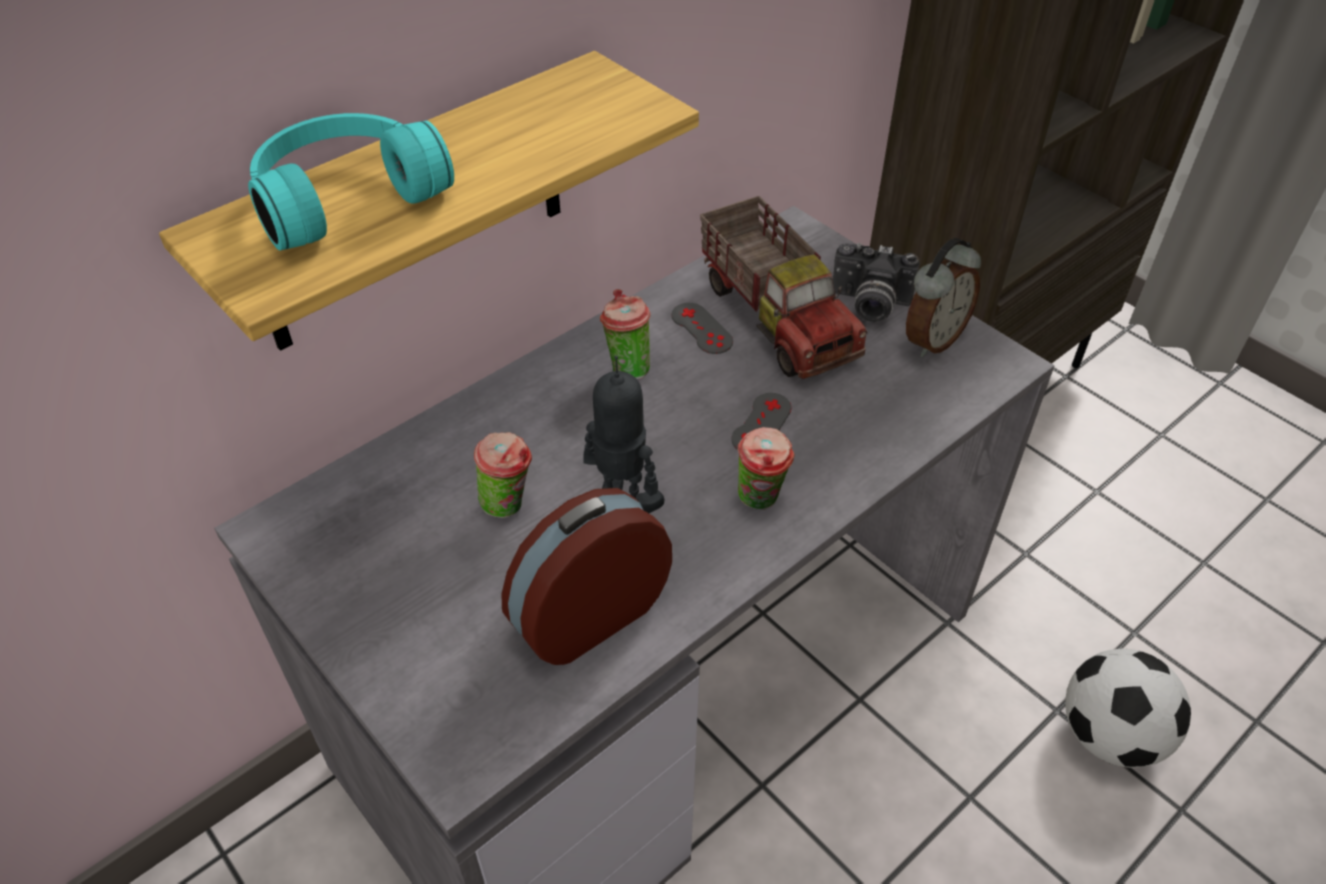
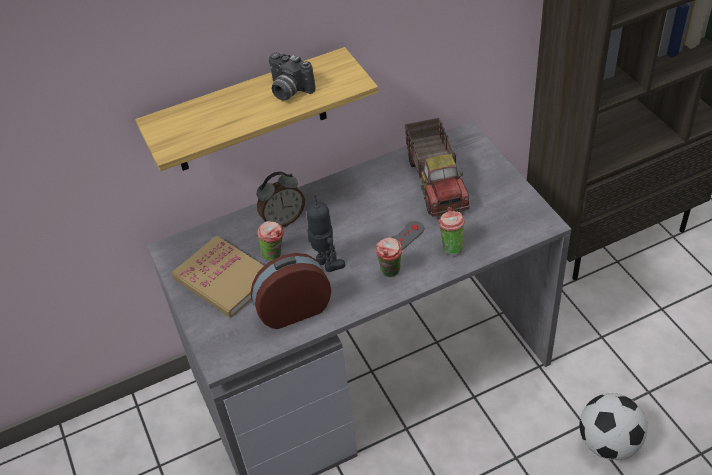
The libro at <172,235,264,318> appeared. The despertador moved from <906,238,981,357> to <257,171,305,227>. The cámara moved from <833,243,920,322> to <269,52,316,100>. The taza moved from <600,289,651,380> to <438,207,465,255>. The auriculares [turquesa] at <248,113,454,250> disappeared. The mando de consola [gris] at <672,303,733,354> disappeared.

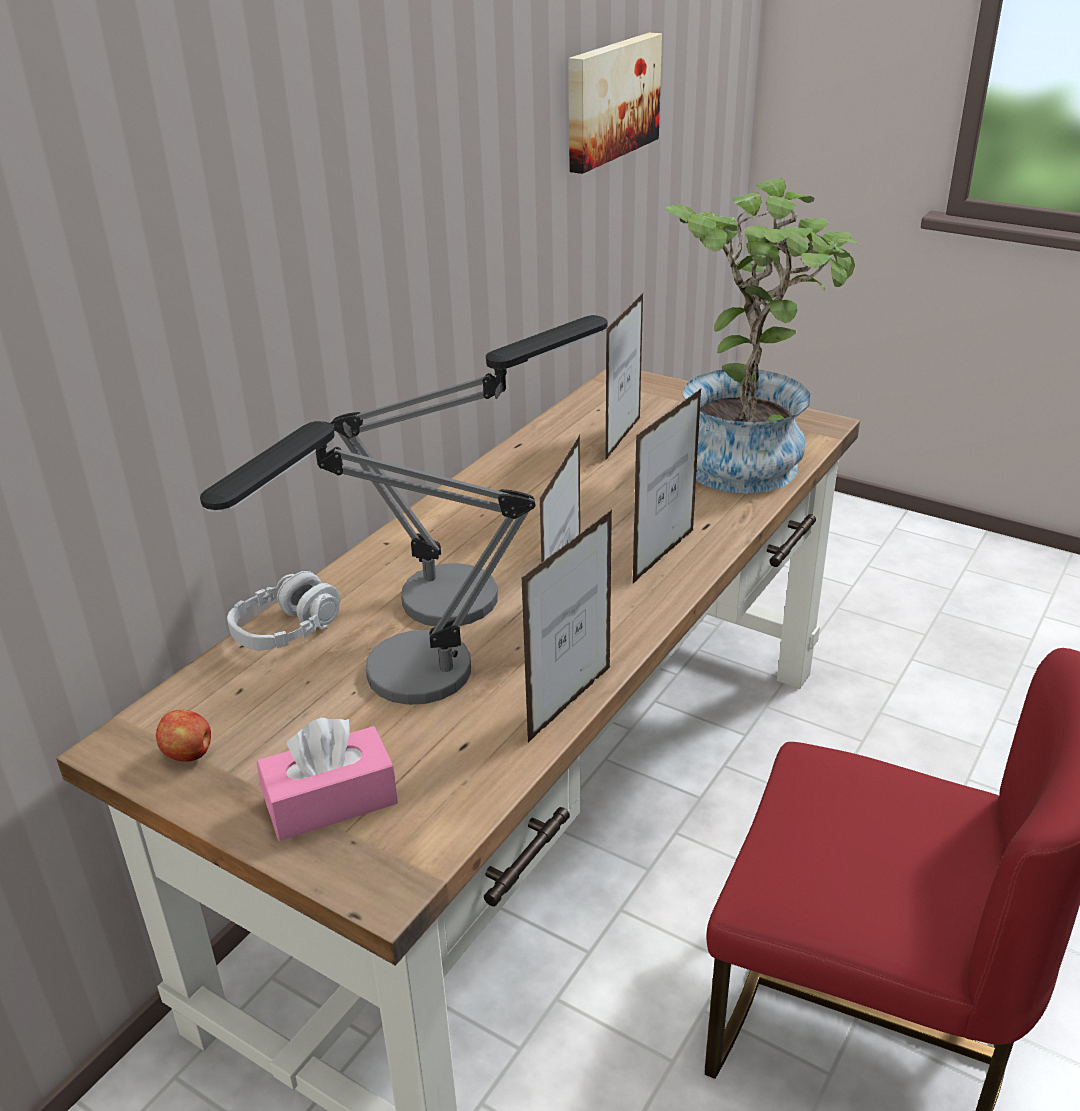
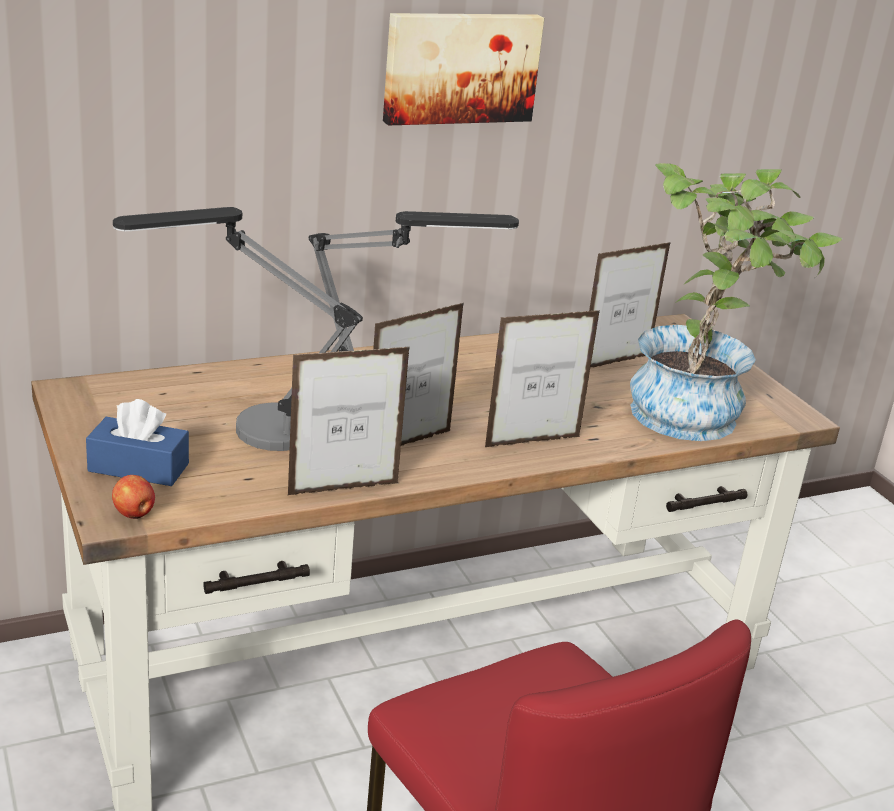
The caja de pañuelos [rosa] at <257,718,398,841> became the caja de pañuelos [azul] at <86,399,189,486>. The manzana moved from <156,709,211,762> to <112,475,155,519>. The cuadro moved from <568,33,662,174> to <383,13,544,125>. The auriculares [gris] at <227,571,341,651> disappeared.

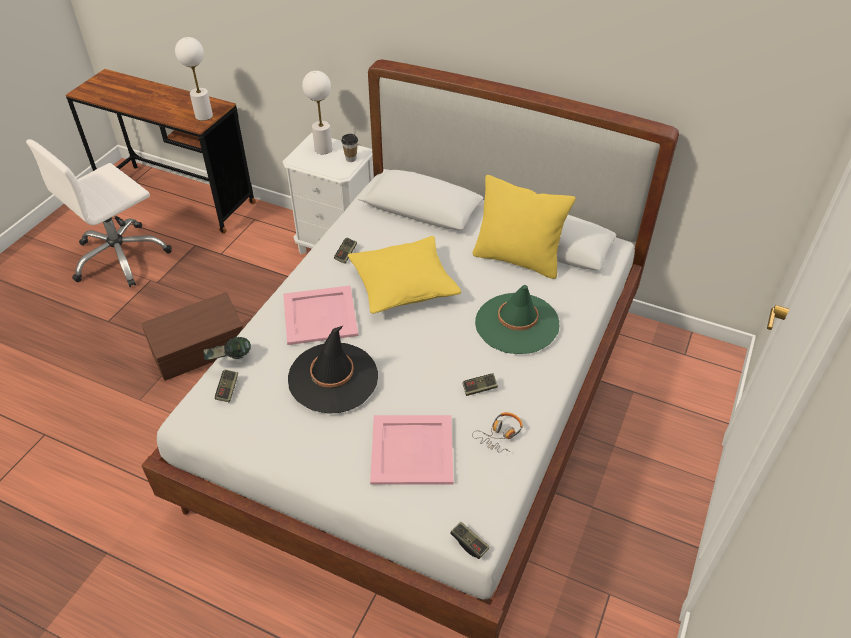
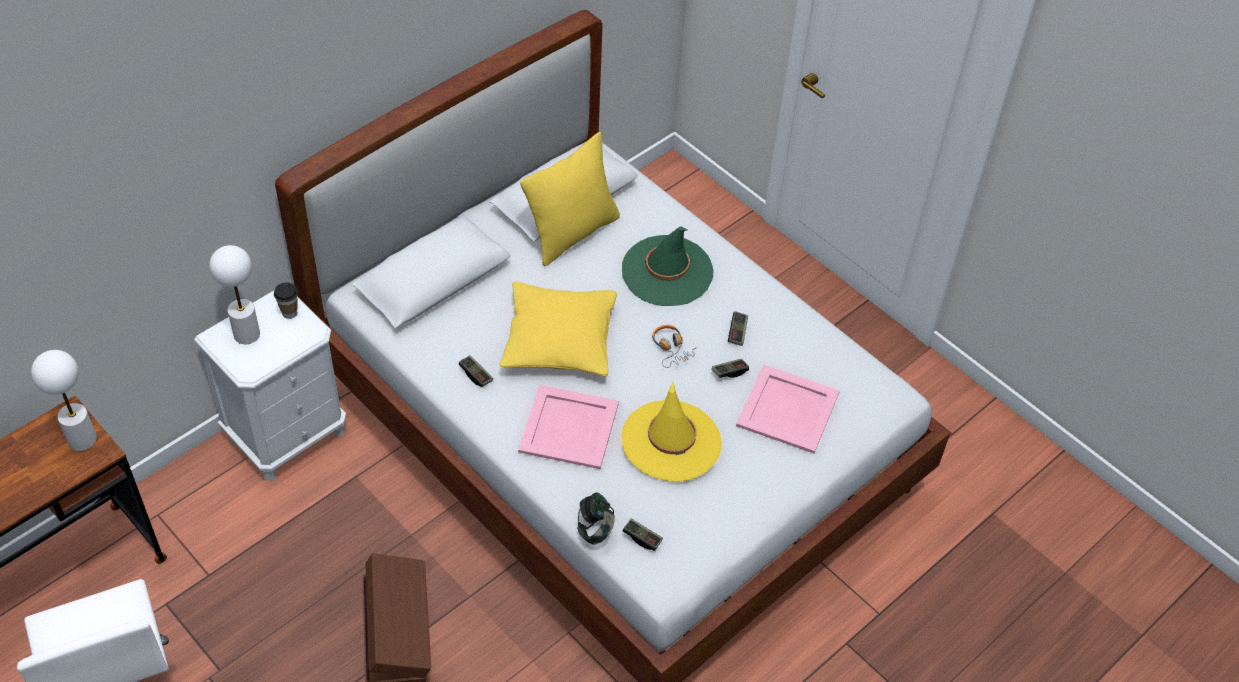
The sombrero [negro] at <288,325,378,414> became the sombrero [amarillo] at <621,380,722,482>. The auriculares moved from <472,412,523,453> to <652,325,698,368>. The mando de consola moved from <450,522,490,559> to <712,359,749,378>.

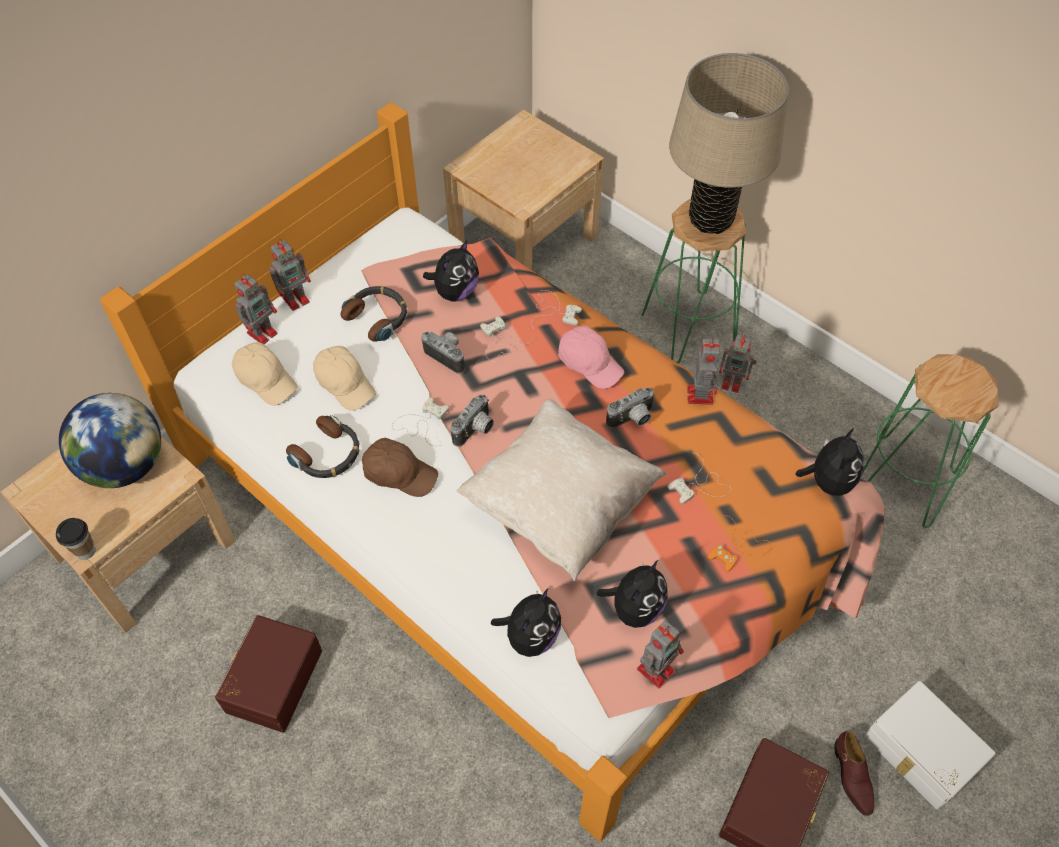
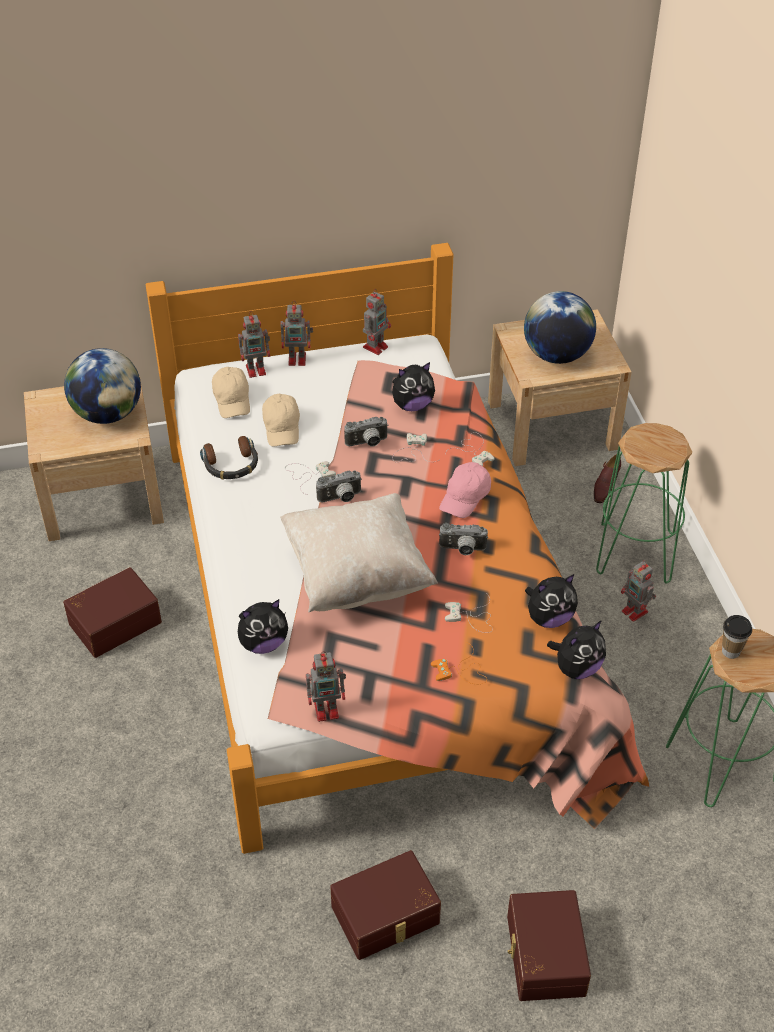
The cámara at <421,332,466,374> turned 90 degrees clockwise. The robot de juguete moved from <687,337,720,405> to <363,289,391,355>. The gorra [rosa] at <558,326,624,389> turned 45 degrees clockwise. The caja de almacenaje [blanco] at <864,681,995,809> became the caja de almacenaje [marrón] at <507,890,591,1001>. The globo terráqueo at <524,291,596,364> appeared. The peluche moved from <597,560,667,628> to <525,574,578,628>. The zapato [marrón] moved from <834,730,874,816> to <594,454,621,503>. The taza moved from <56,518,96,560> to <722,615,752,659>. The auriculares at <341,286,407,342> disappeared. The gorra [marrón] at <362,438,438,497> disappeared. The lámpara de mesa [beis] at <669,53,789,234> disappeared.

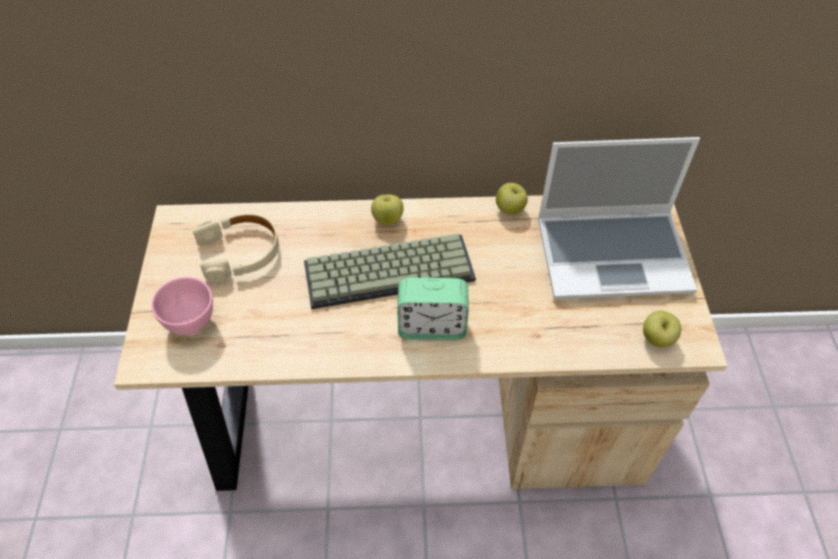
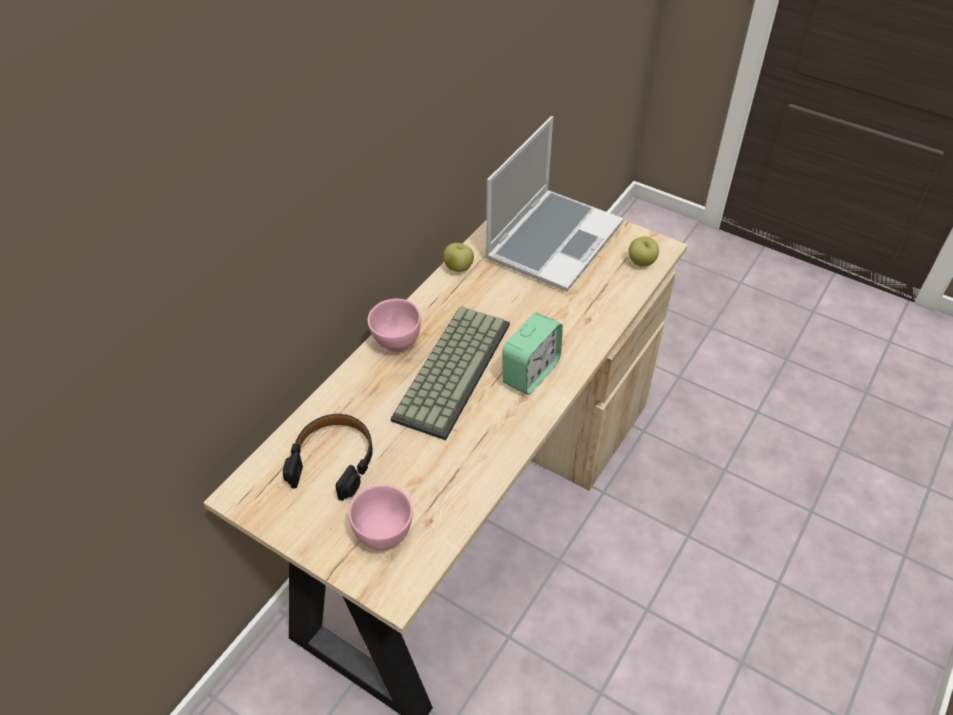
The auriculares [beis] at <193,214,279,283> became the auriculares [negro] at <283,414,373,501>. The manzana at <371,194,403,225> was replaced by the cuenco [rosa] at <368,299,421,353>.

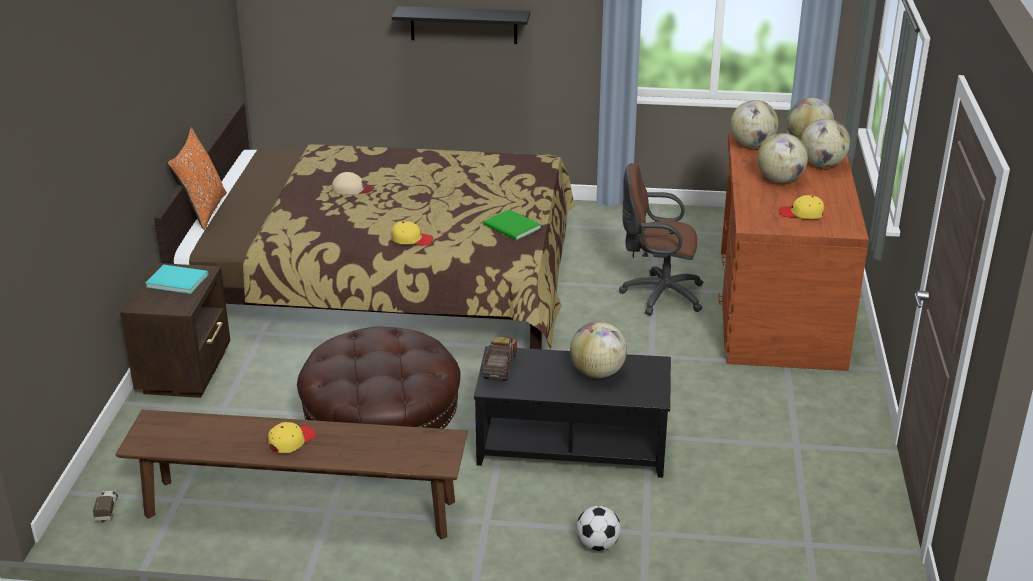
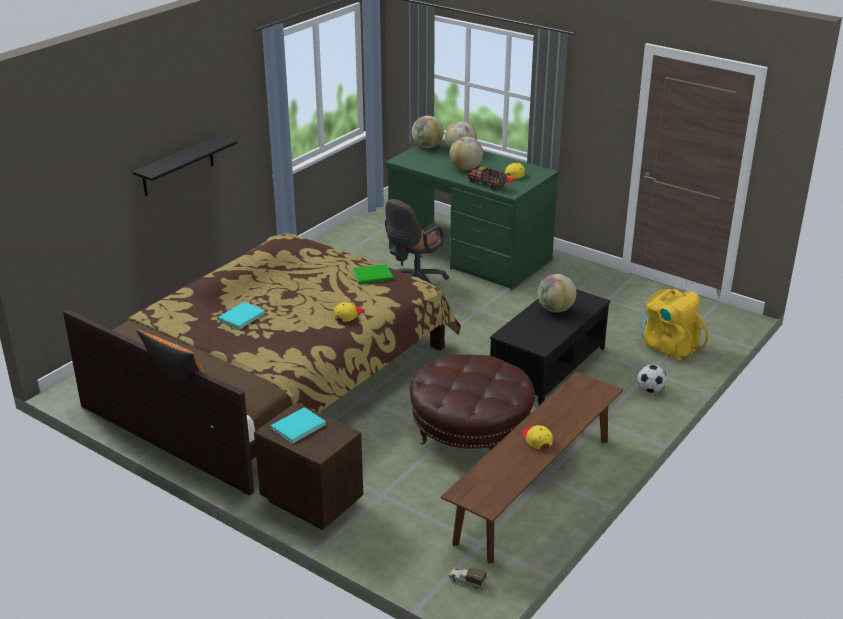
The gorra [beis] at <332,172,374,195> was replaced by the libro [turquesa] at <217,302,266,330>. The escritorio [marrón] at <718,133,869,371> became the escritorio [verde] at <385,140,558,290>. The camión de juguete moved from <482,337,517,381> to <468,166,508,190>. The mochila [amarillo] at <641,289,708,360> appeared. The globo terráqueo at <731,100,779,148> disappeared.

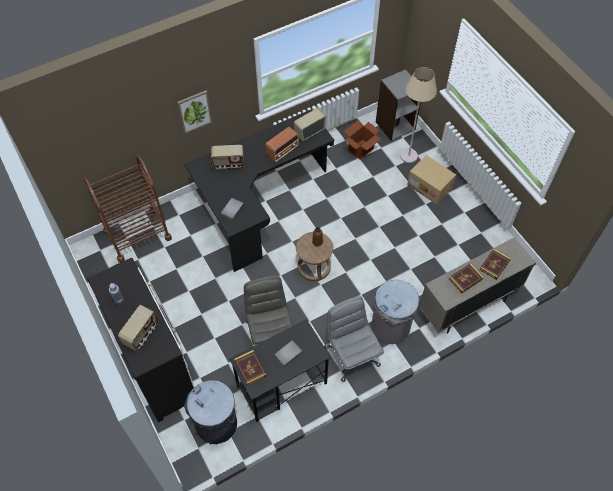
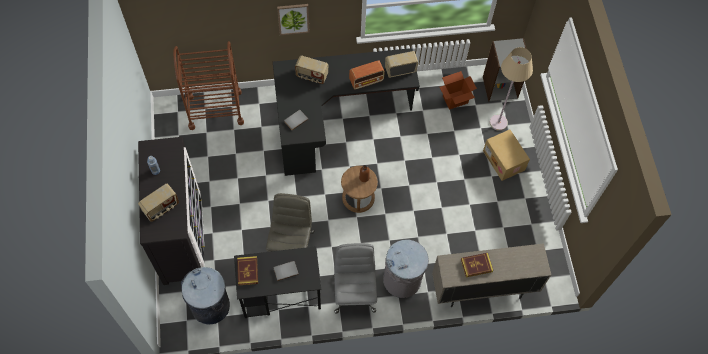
The libro at <479,249,511,280> disappeared.

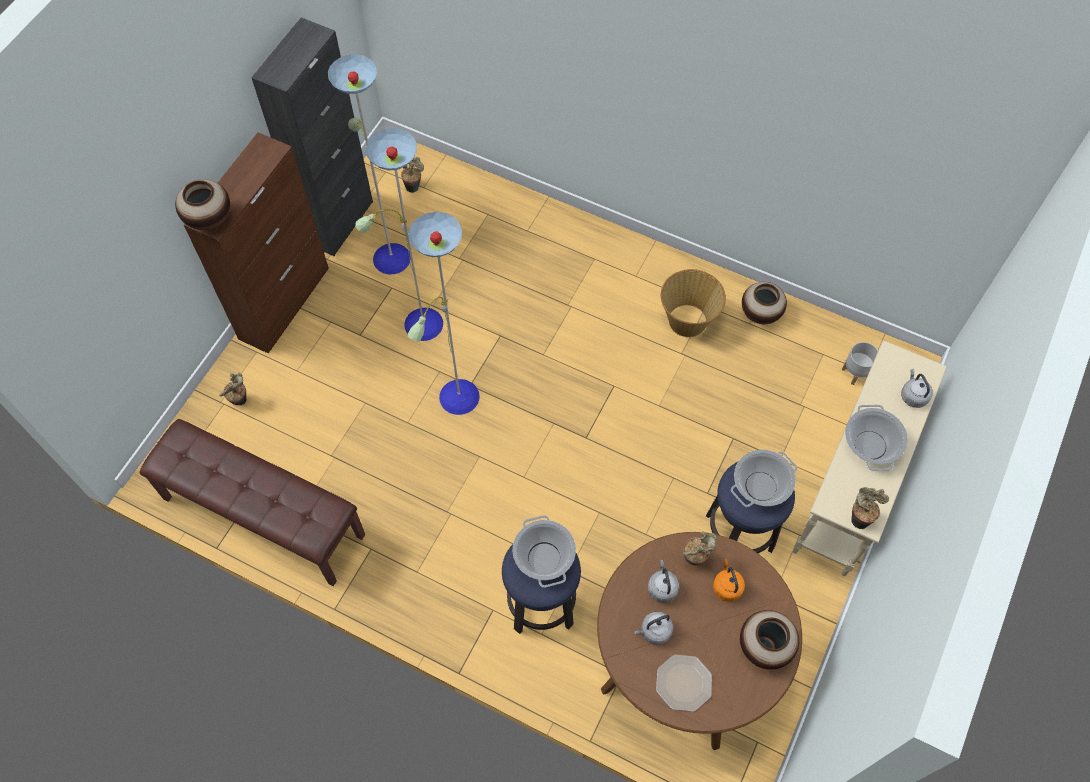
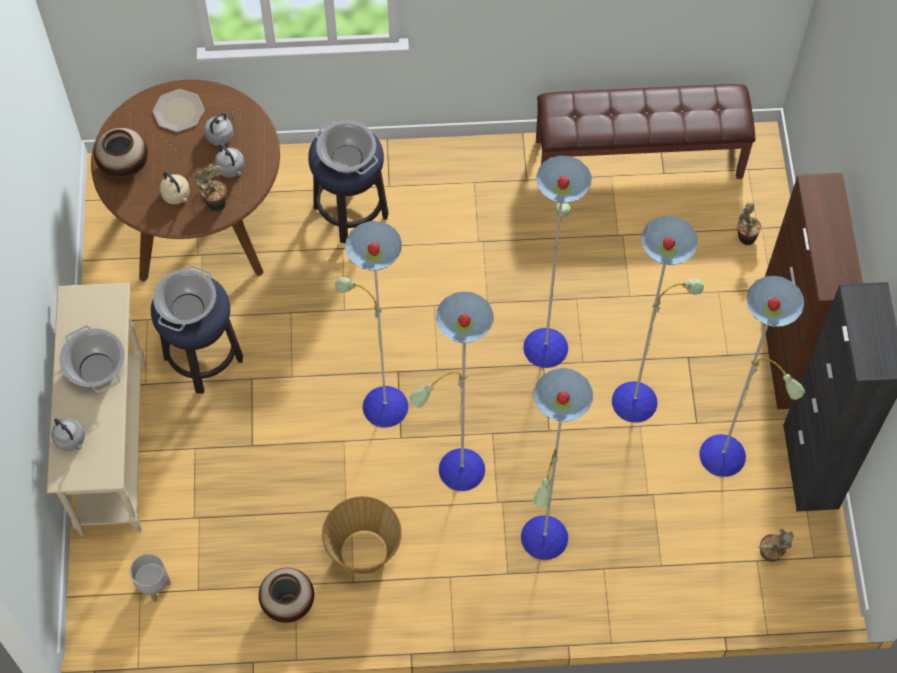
The hervidor [naranja] at <713,559,745,602> became the hervidor [beis] at <160,171,190,204>. The lámpara de pie at <335,221,593,560> appeared. The florero at <175,179,230,230> disappeared. The planta en maceta at <851,487,889,529> disappeared.

